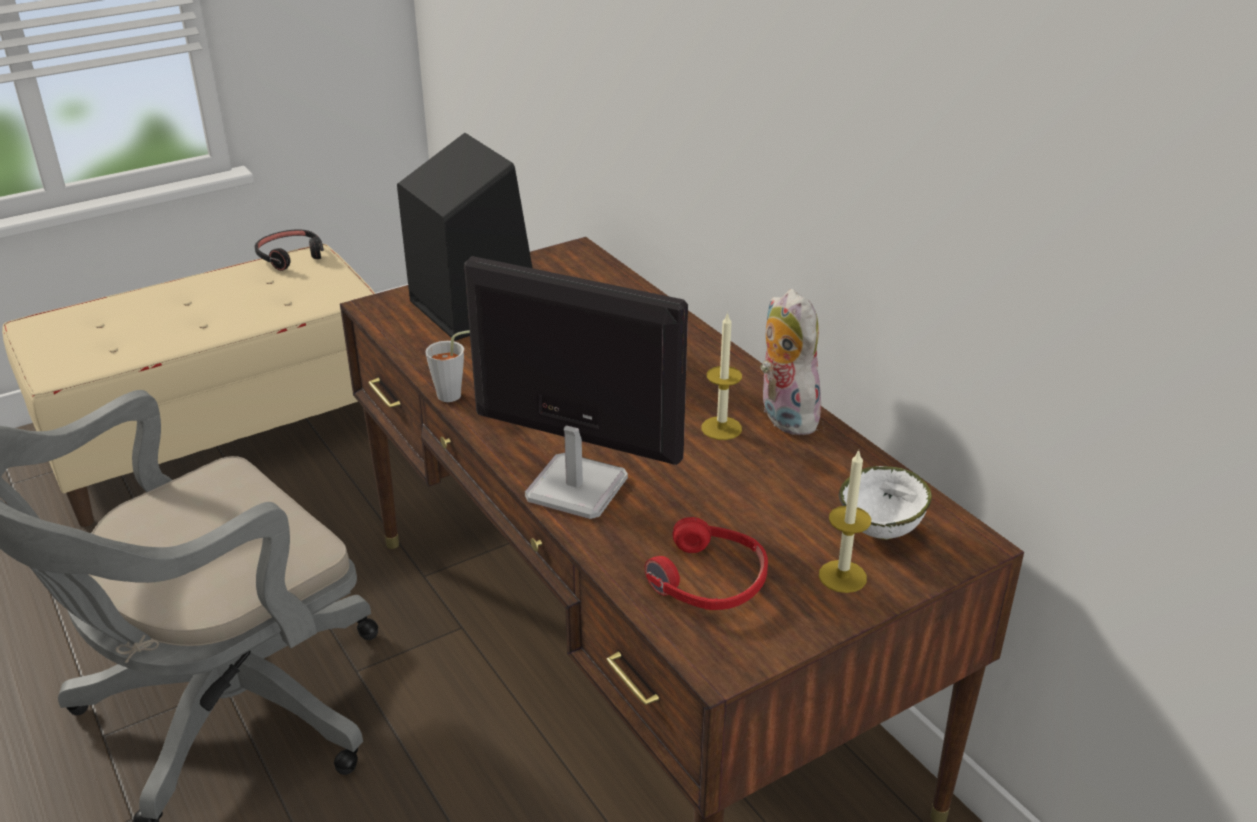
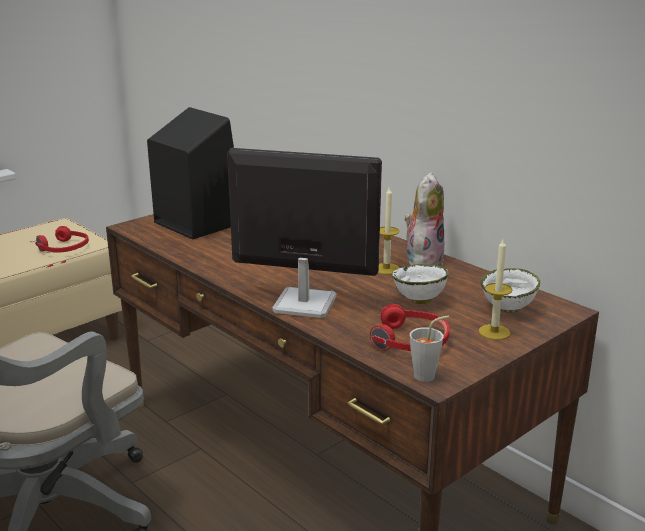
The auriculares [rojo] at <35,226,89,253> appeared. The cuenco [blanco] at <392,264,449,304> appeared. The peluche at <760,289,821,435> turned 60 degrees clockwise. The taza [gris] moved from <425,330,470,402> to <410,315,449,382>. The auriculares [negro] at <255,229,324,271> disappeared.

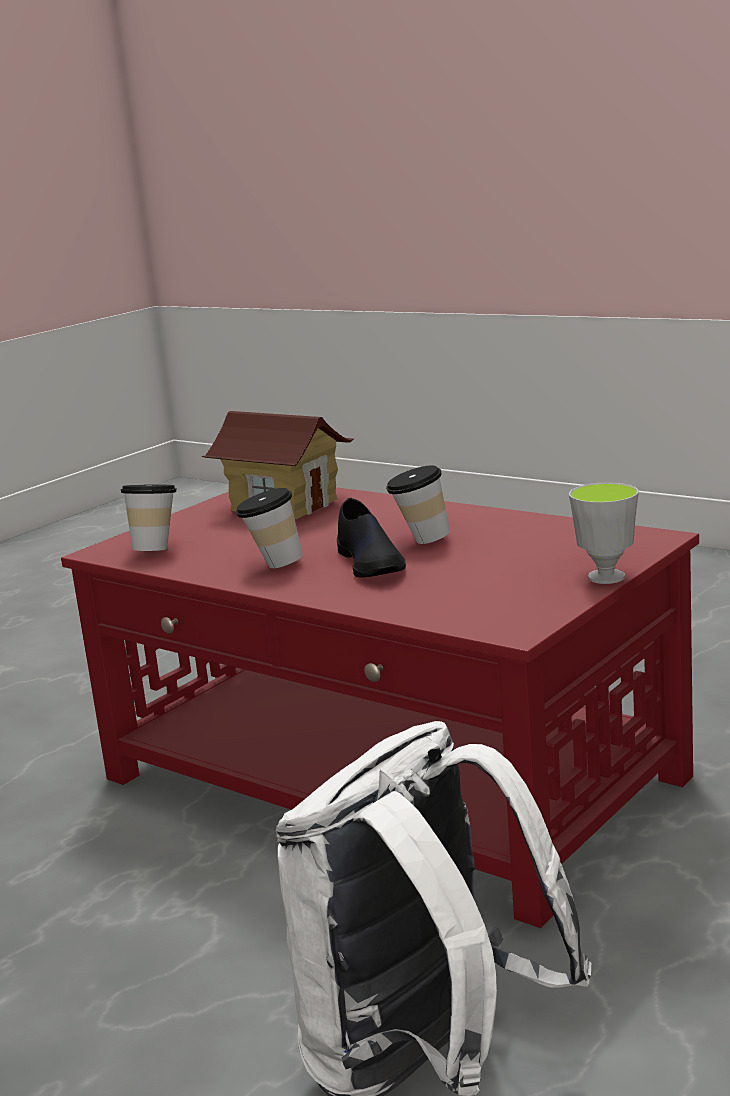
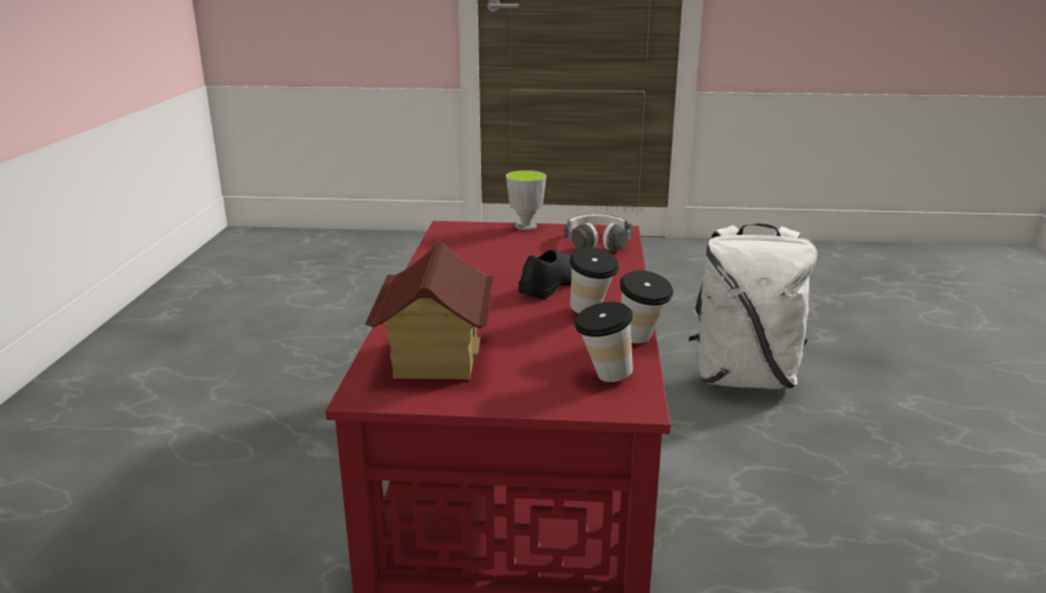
The auriculares at <564,214,633,251> appeared. The taza moved from <386,465,450,544> to <620,270,673,344>.

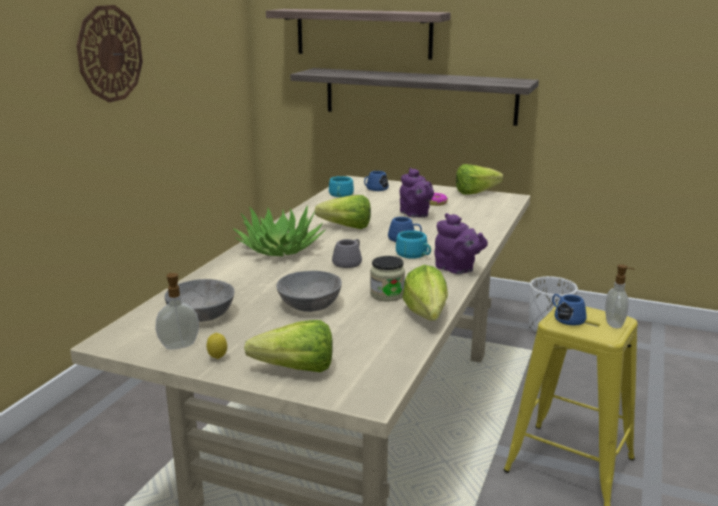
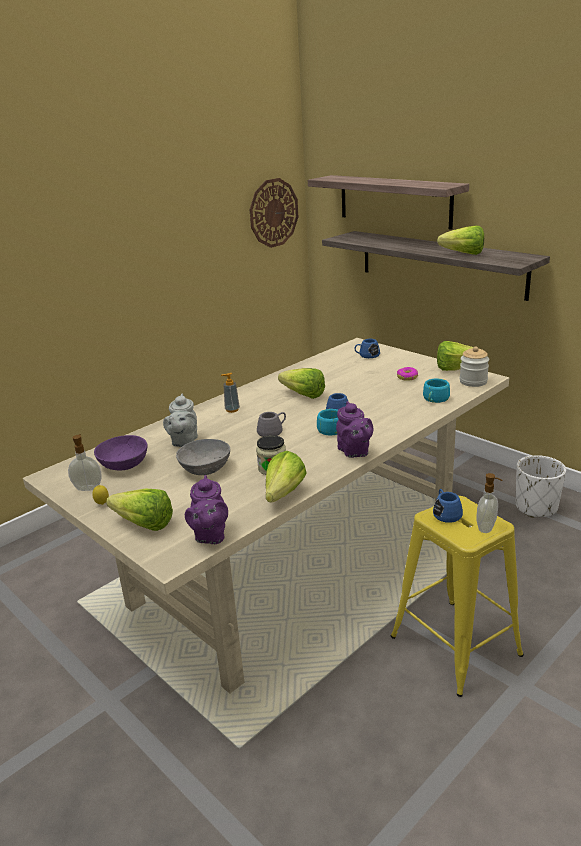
The cuenco [gris] at <165,279,234,322> became the cuenco [morado] at <94,435,147,470>. The tetera [gris] at <163,393,198,447> appeared. The tetera [morado] moved from <400,168,434,217> to <185,475,228,544>. The planta en maceta at <233,205,325,256> was replaced by the dispensador de jabón at <221,373,240,413>. The reloj de pared moved from <76,5,143,103> to <249,178,298,248>. The taza [turquesa] moved from <329,176,354,197> to <423,379,450,403>. The lechuga at <437,226,484,255> appeared. The tarro at <459,346,489,387> appeared.

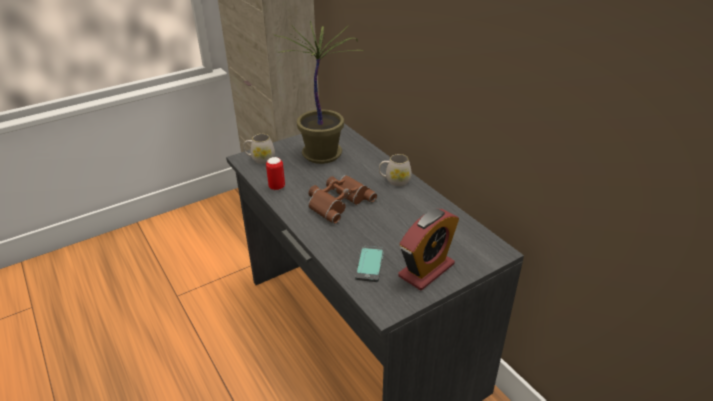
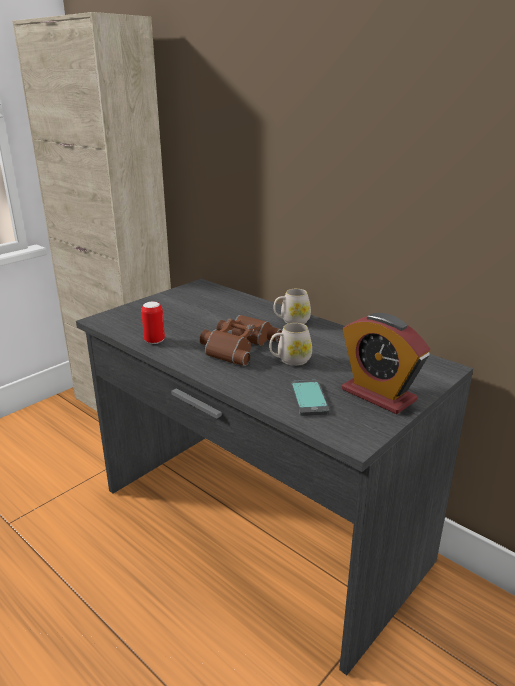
The taza grande [blanco] moved from <243,134,275,164> to <269,323,312,366>. The despertador at <398,209,459,290> turned 105 degrees clockwise. The planta en maceta at <273,21,364,164> disappeared.

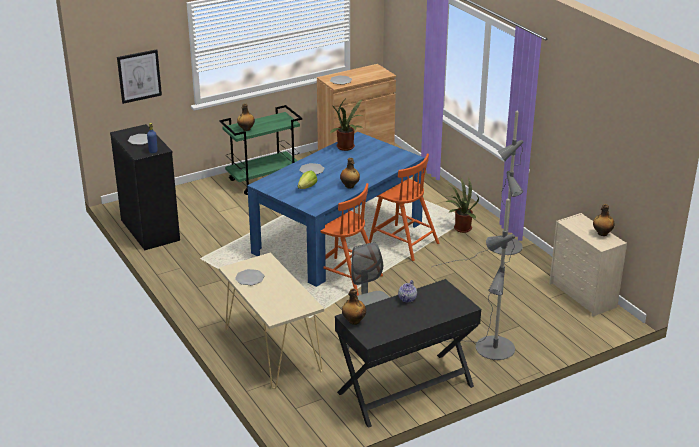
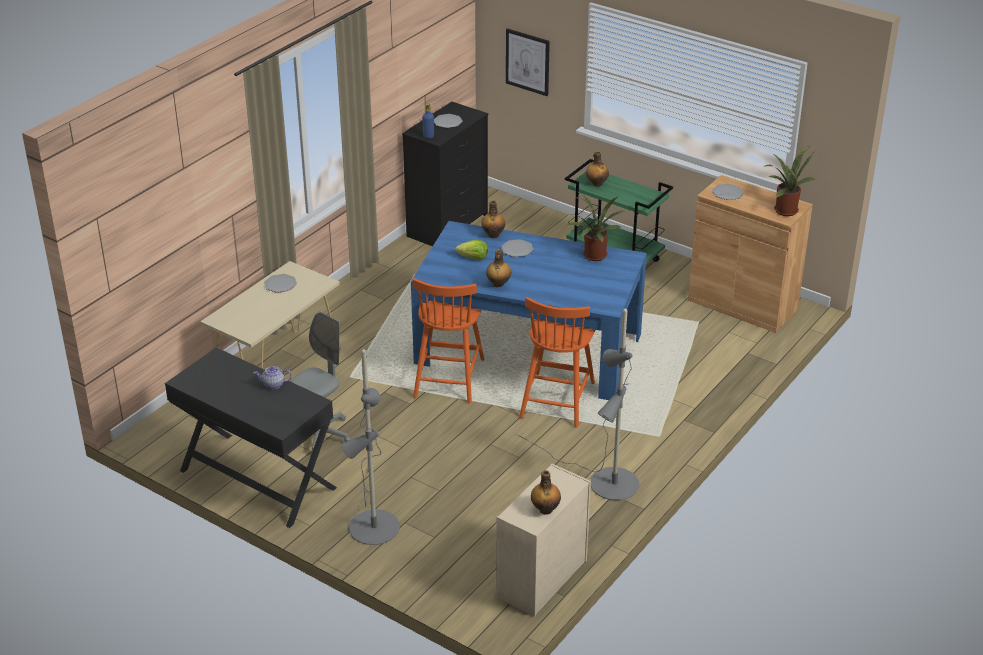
The botella moved from <342,288,366,325> to <481,200,505,238>. The planta en maceta moved from <445,177,479,233> to <763,145,815,216>.

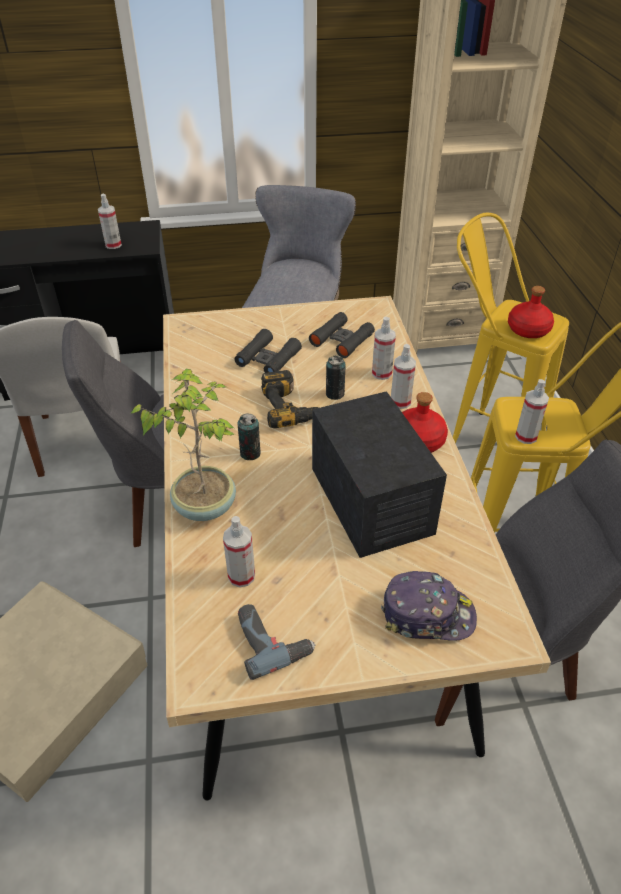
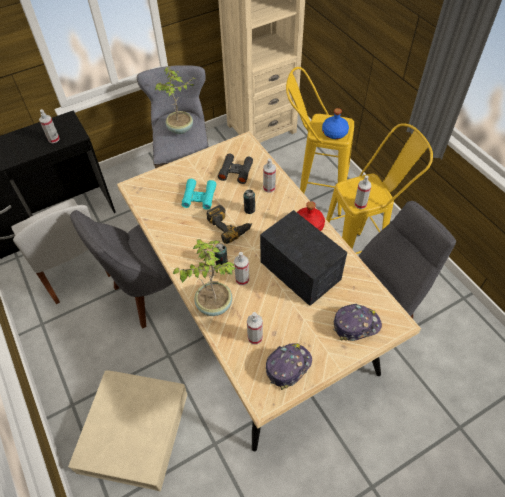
The planta en maceta at <154,66,195,134> appeared. The prismáticos [negro] at <234,329,302,373> became the prismáticos [turquesa] at <182,179,216,210>. The pulverizador moved from <391,344,416,409> to <234,252,249,285>. The taladro at <238,604,316,680> was replaced by the gorra at <266,343,312,390>. The botella [rojo] at <508,286,554,338> became the botella [azul] at <322,108,349,139>.

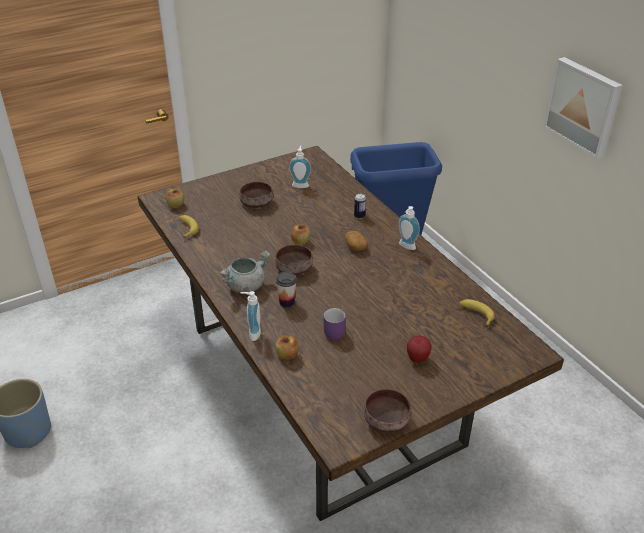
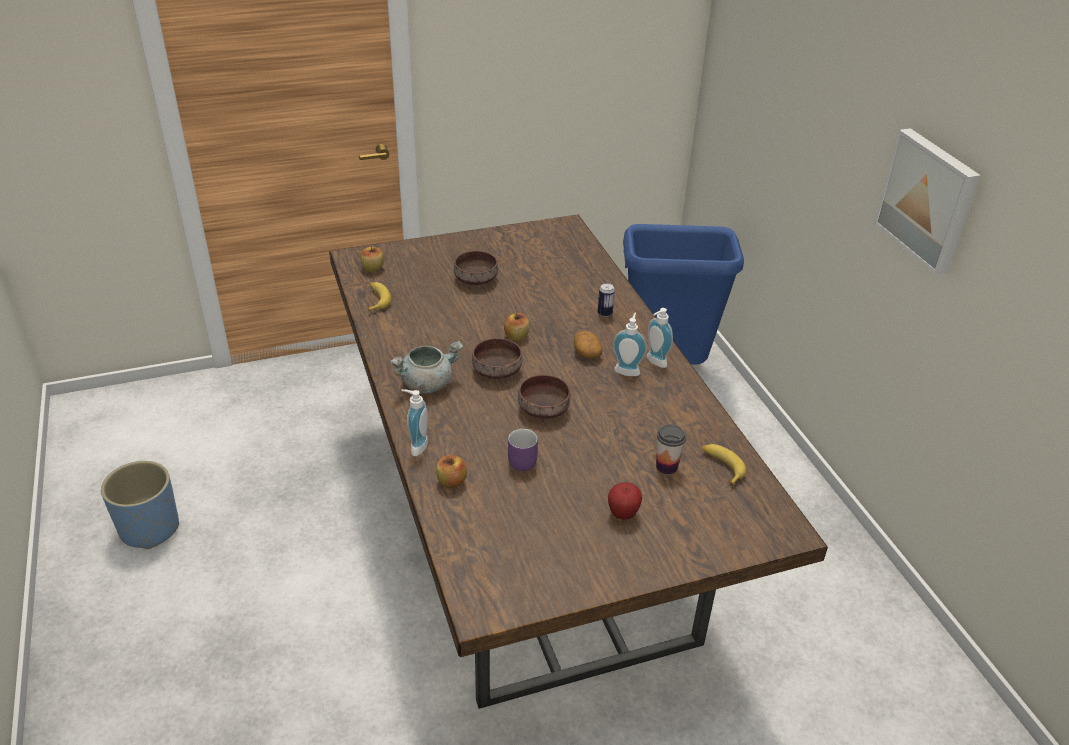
The cuenco [marrón] moved from <364,389,411,432> to <518,375,571,419>. The dispensador de jabón moved from <289,145,311,188> to <613,313,647,376>. The taza moved from <276,272,297,307> to <656,424,686,474>.

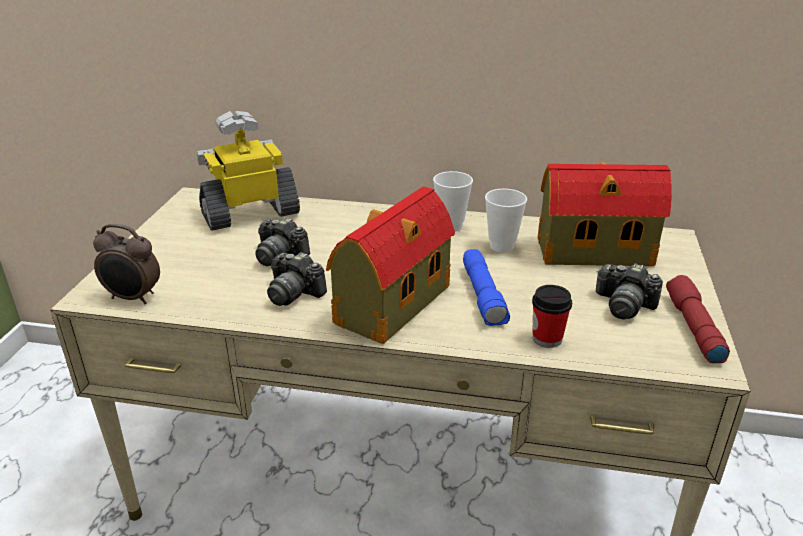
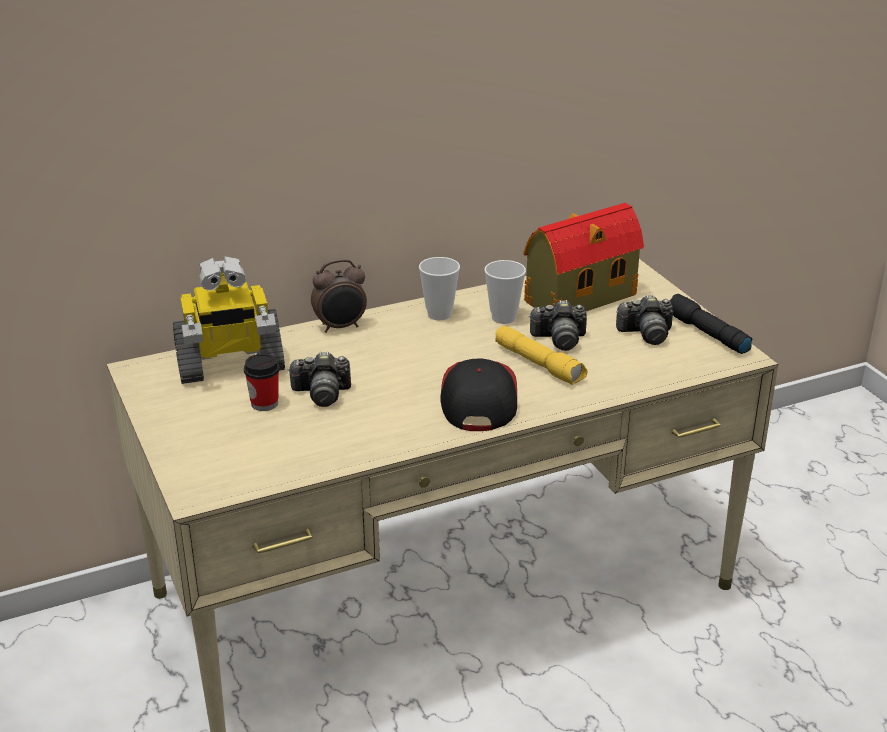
The robot de juguete at <197,111,300,231> turned 135 degrees counterclockwise. The taza moved from <532,285,572,348> to <244,354,280,411>. The despertador moved from <93,224,160,304> to <311,259,367,333>. The casita at <326,186,455,344> was replaced by the gorra at <441,359,517,431>. The linterna [azul] at <463,249,510,326> became the linterna [amarillo] at <495,326,587,385>. The cámara moved from <267,252,327,306> to <529,300,587,351>. The linterna [rojo] at <666,275,730,363> became the linterna [negro] at <670,294,752,354>.

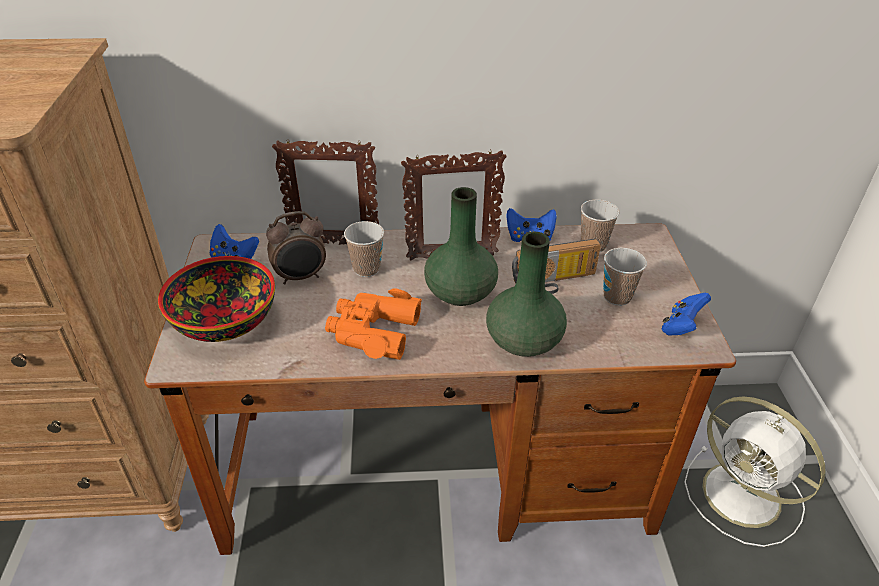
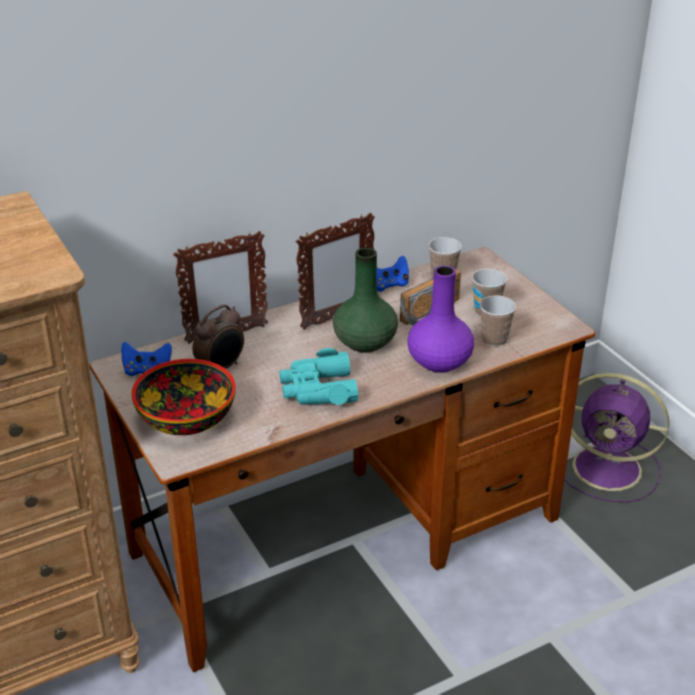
The prismáticos [naranja] at <325,288,422,360> became the prismáticos [turquesa] at <280,348,359,405>. The florero [verde] at <486,232,567,357> became the florero [morado] at <407,266,474,373>. The taza moved from <344,221,384,277> to <480,295,516,346>. The ventilador [blanco] at <684,396,826,547> became the ventilador [morado] at <564,373,669,503>. The mando de consola [azul] at <662,293,711,336> disappeared.

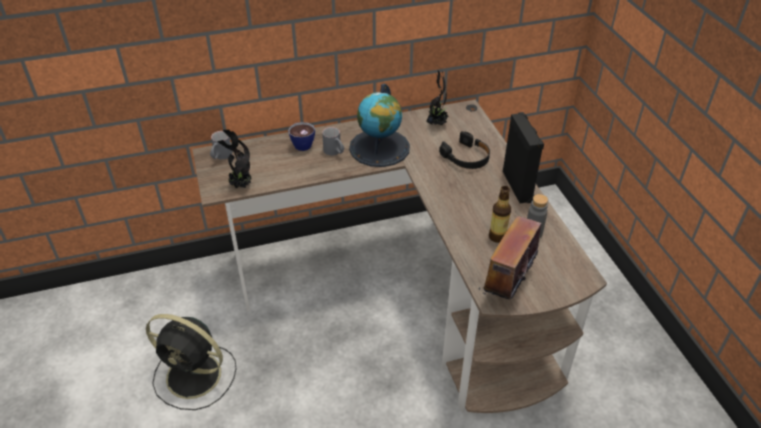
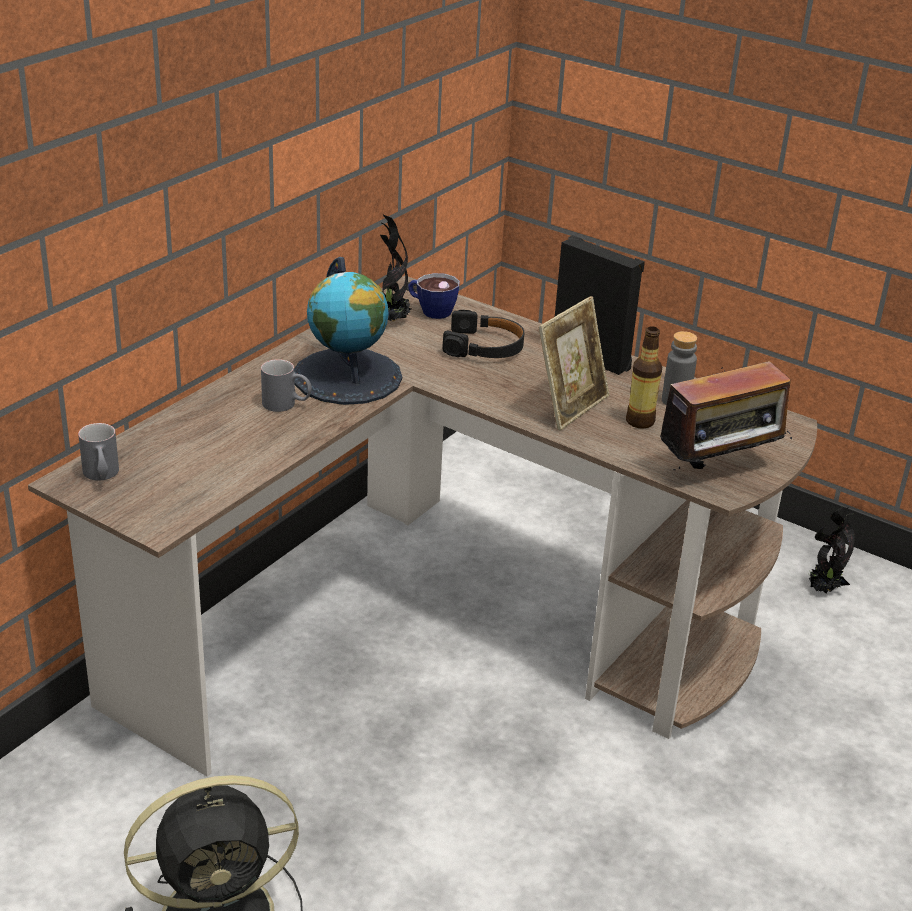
The taza moved from <288,122,315,151> to <408,273,460,319>. The portarretratos at <539,296,609,430> appeared. The radio at <478,211,541,299> turned 105 degrees counterclockwise. The planta en maceta moved from <218,130,252,188> to <809,506,855,593>.

